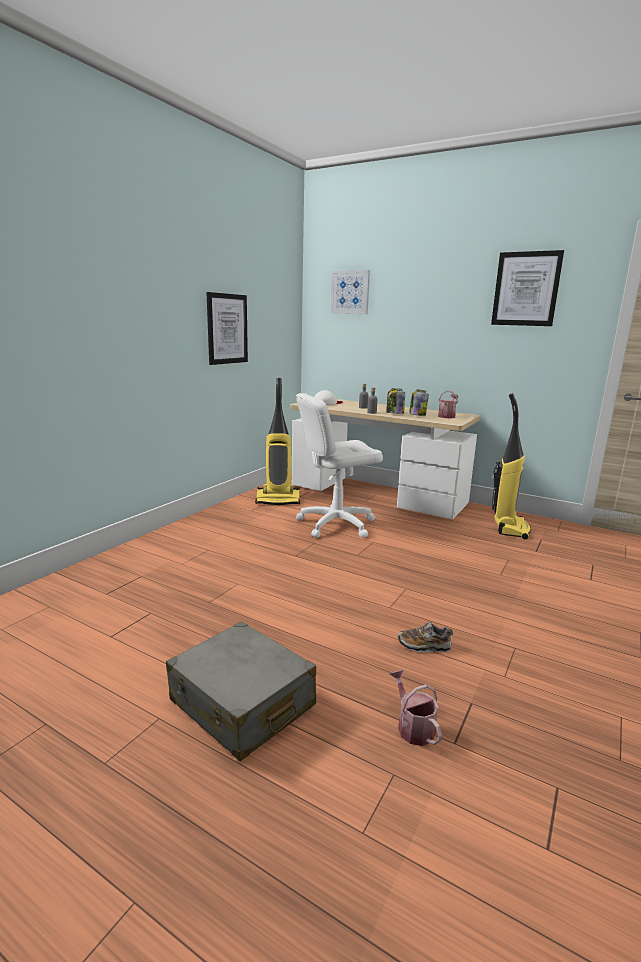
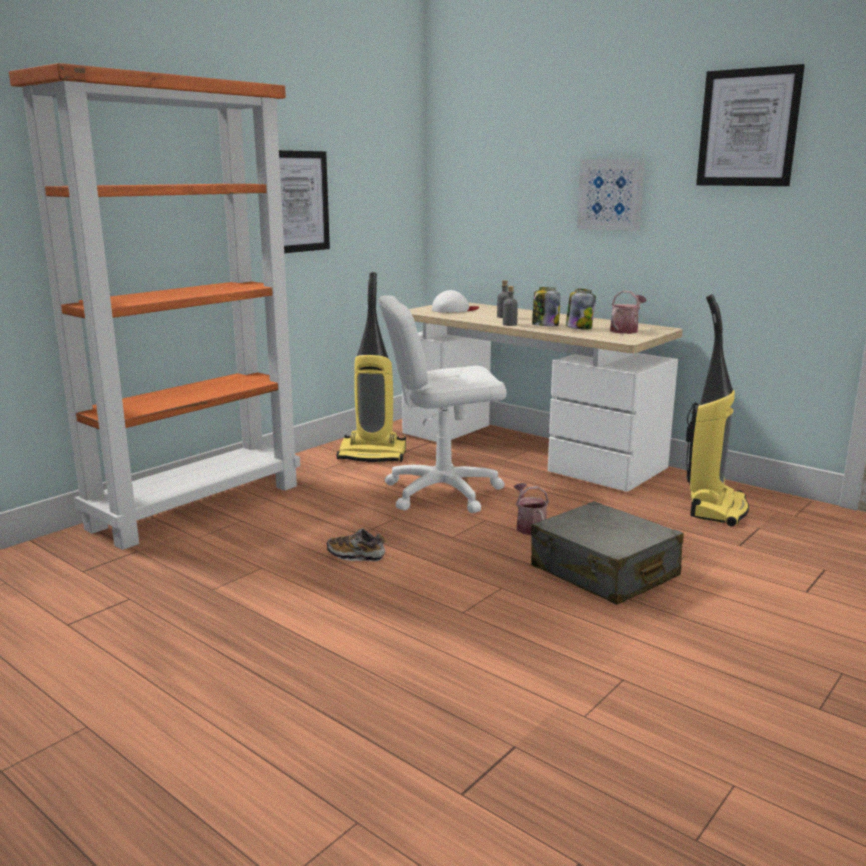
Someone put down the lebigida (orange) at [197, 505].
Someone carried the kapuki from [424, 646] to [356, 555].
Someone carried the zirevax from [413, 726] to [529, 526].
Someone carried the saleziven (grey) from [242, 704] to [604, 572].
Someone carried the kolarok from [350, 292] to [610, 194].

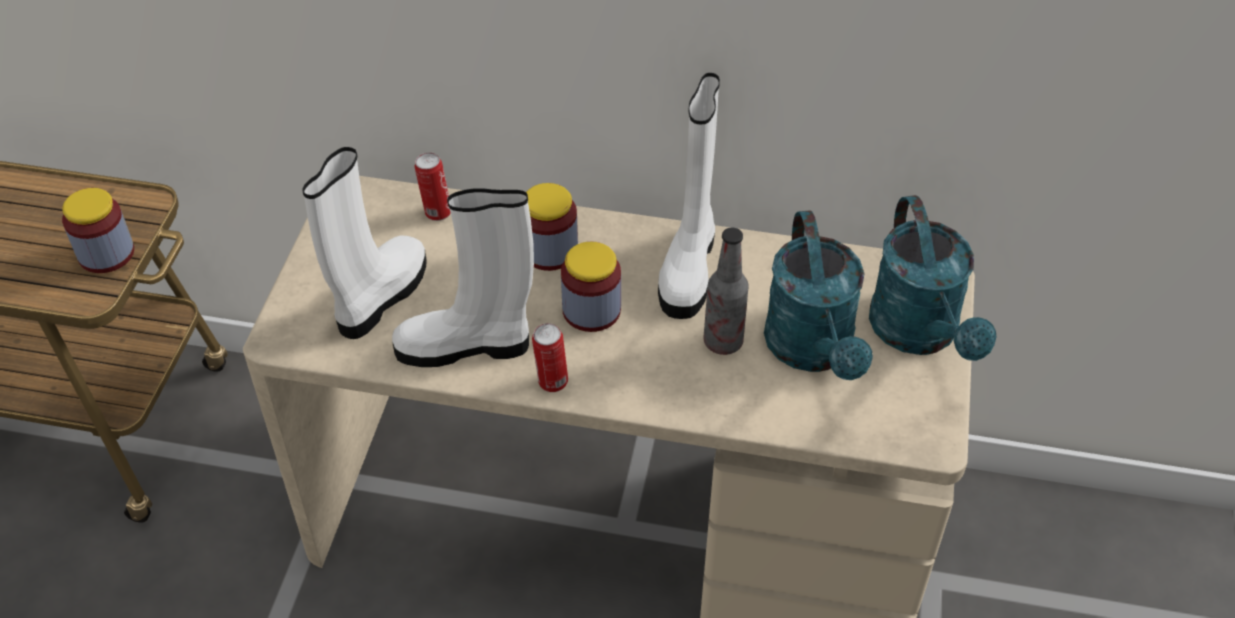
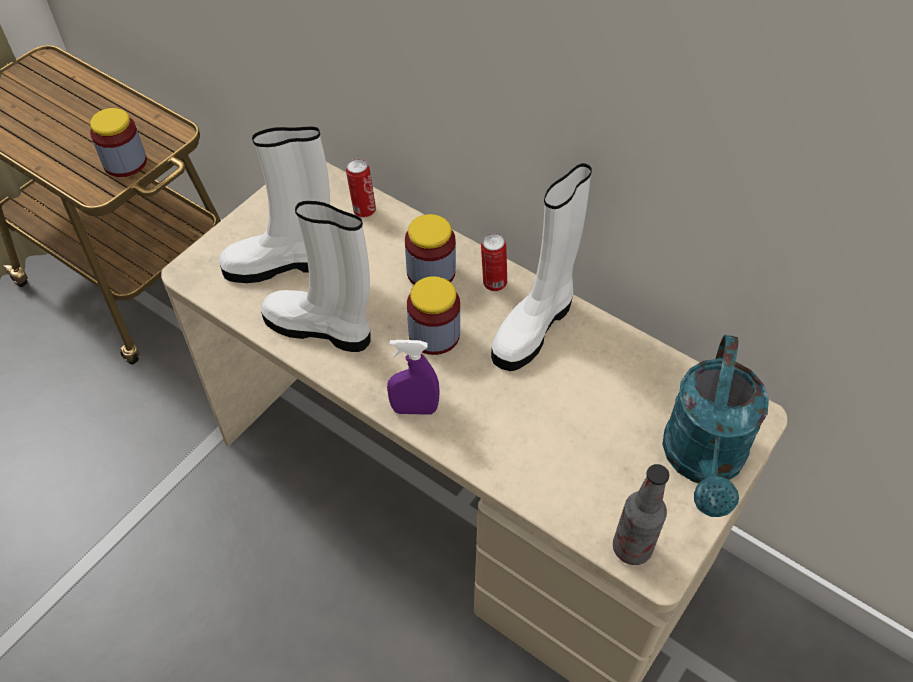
Someone rotated the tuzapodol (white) at [380, 297] by 150 degrees counterclockwise.
Someone put down the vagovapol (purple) at [414, 409].
Someone carried the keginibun from [551, 383] to [493, 283].
Someone carried the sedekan from [723, 342] to [632, 548].
Someone took away the zirevax (turquoise) at [814, 351].

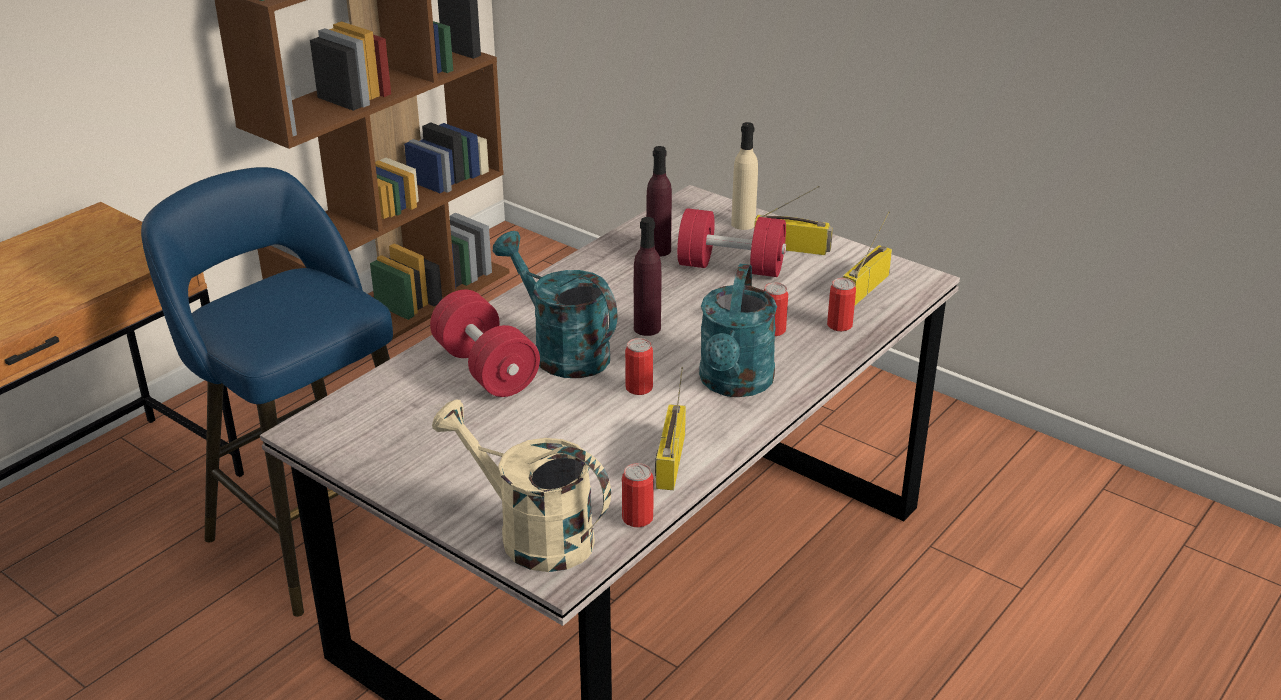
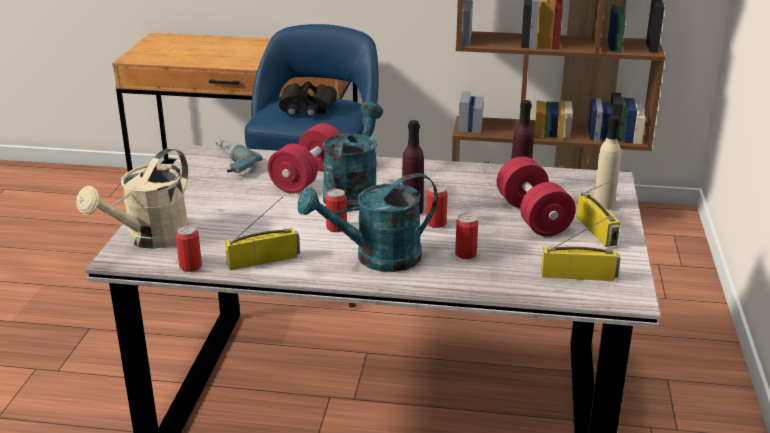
Someone rotated the zirevax (beige) at [531, 534] by 150 degrees counterclockwise.
Someone put down the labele at [227, 163].
Someone put down the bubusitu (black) at [306, 109].
Someone carried the keginibun from [839, 325] to [436, 223].

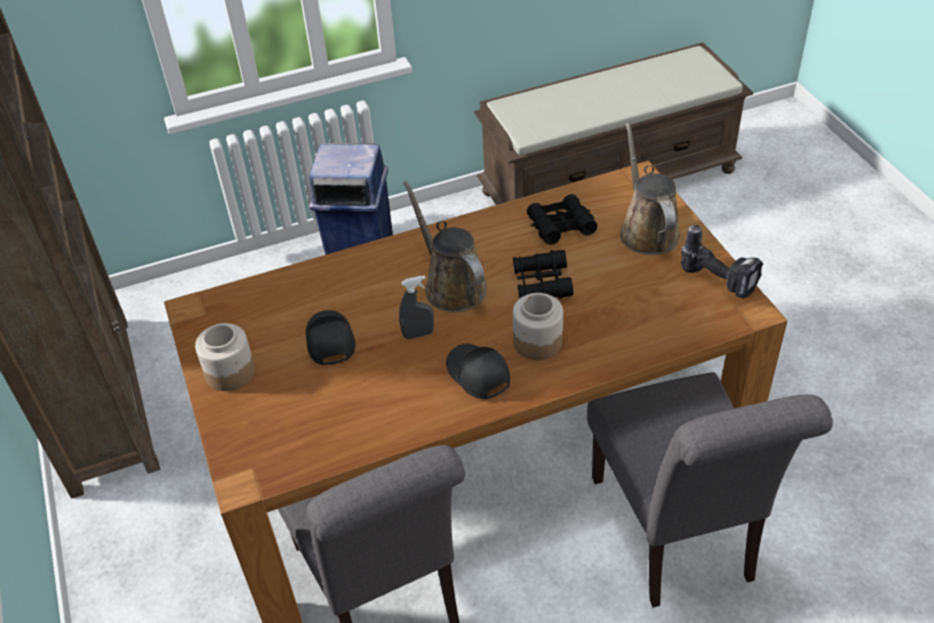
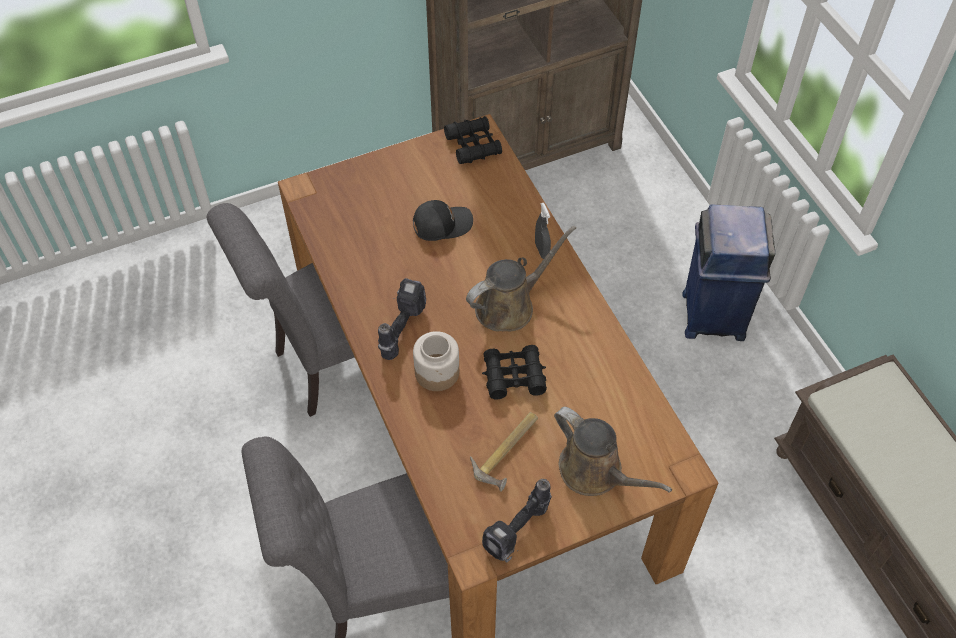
Someone swapped the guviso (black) at [477, 375] for the labele at [400, 328].
Someone carried the bubusitu (black) from [560, 226] to [473, 145].
Someone put down the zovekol at [509, 452].
Someone carried the vagovapol (grey) from [418, 334] to [542, 250].
Someone rotated the zirevax (brown) at [647, 230] by 60 degrees clockwise.
Someone took away the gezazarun at [229, 373].

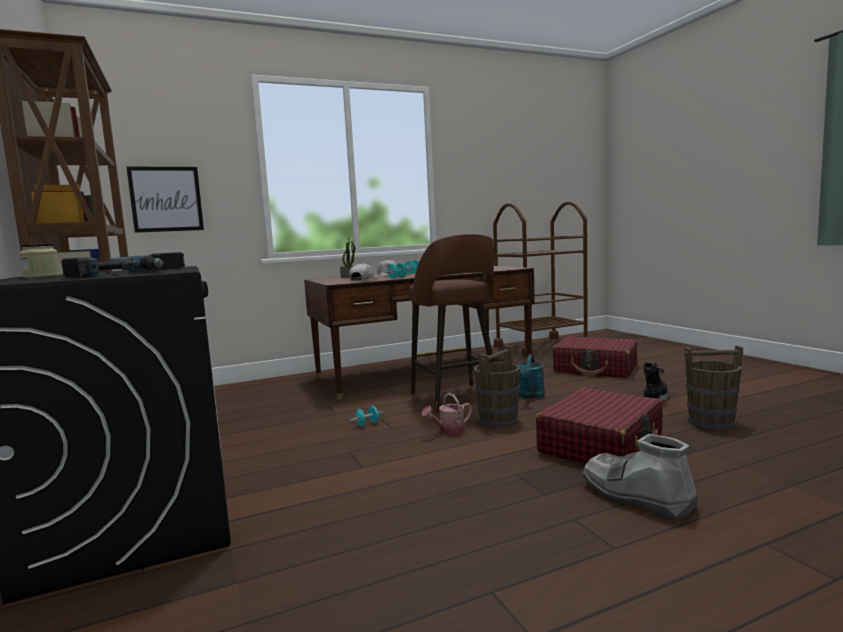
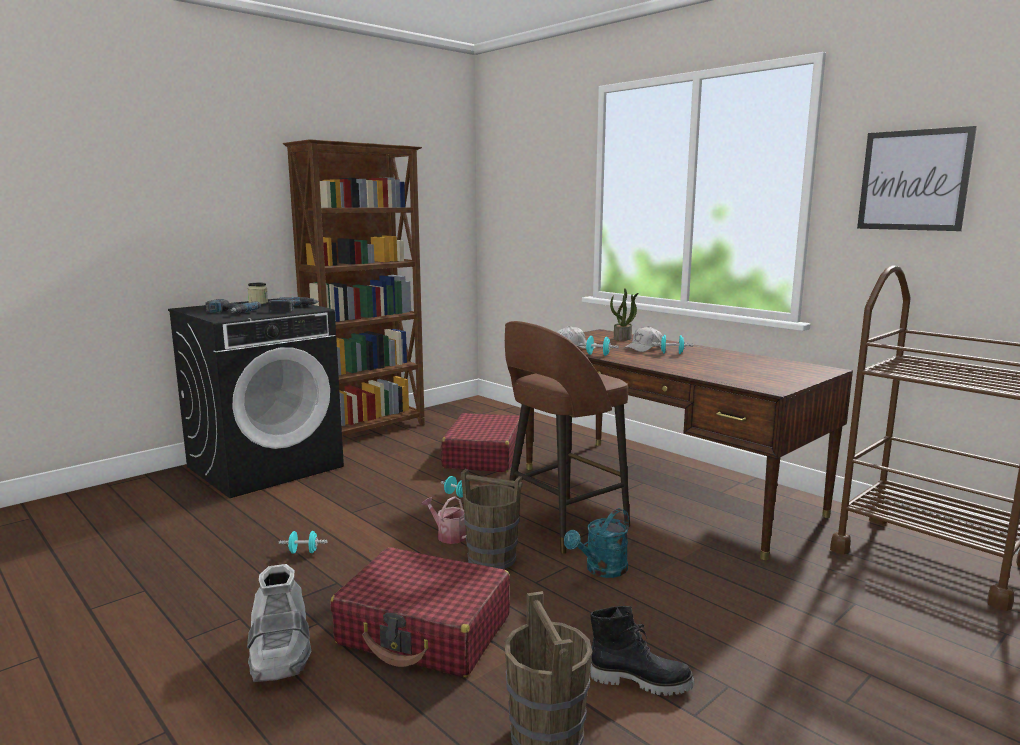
Someone rotated the tuzapodol (grey) at [636, 496] by 135 degrees clockwise.
Someone put down the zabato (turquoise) at [303, 552].
Someone carried the saleziven (red) from [595, 368] to [483, 456].
Someone rotated the zirevax (turquoise) at [529, 396] by 45 degrees counterclockwise.
Someone carried the kolarok from [166, 199] to [913, 180].

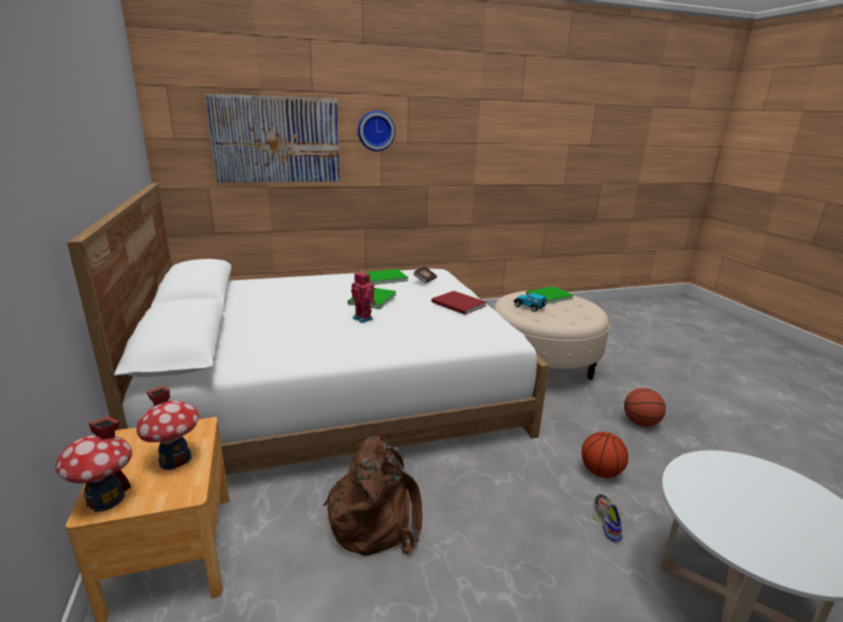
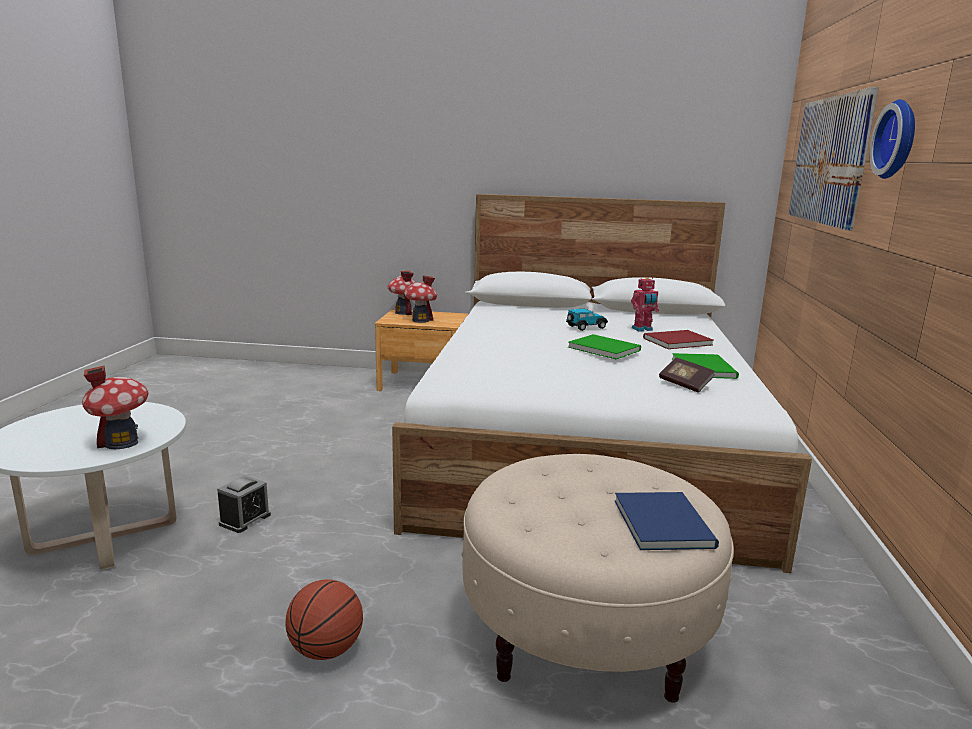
Someone put down the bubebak at [122, 442].
Someone swapped the kapuki at [607, 520] for the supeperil at [245, 519].
Someone carried the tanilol from [529, 307] to [585, 327].
Someone repainted the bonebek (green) at [547, 296], which became the bonebek (blue) at [664, 521].
Someone carried the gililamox from [363, 318] to [642, 329].
Someone carried the bonebek (red) from [459, 305] to [675, 341].
Someone took away the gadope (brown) at [376, 519].
Someone took away the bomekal at [600, 472].

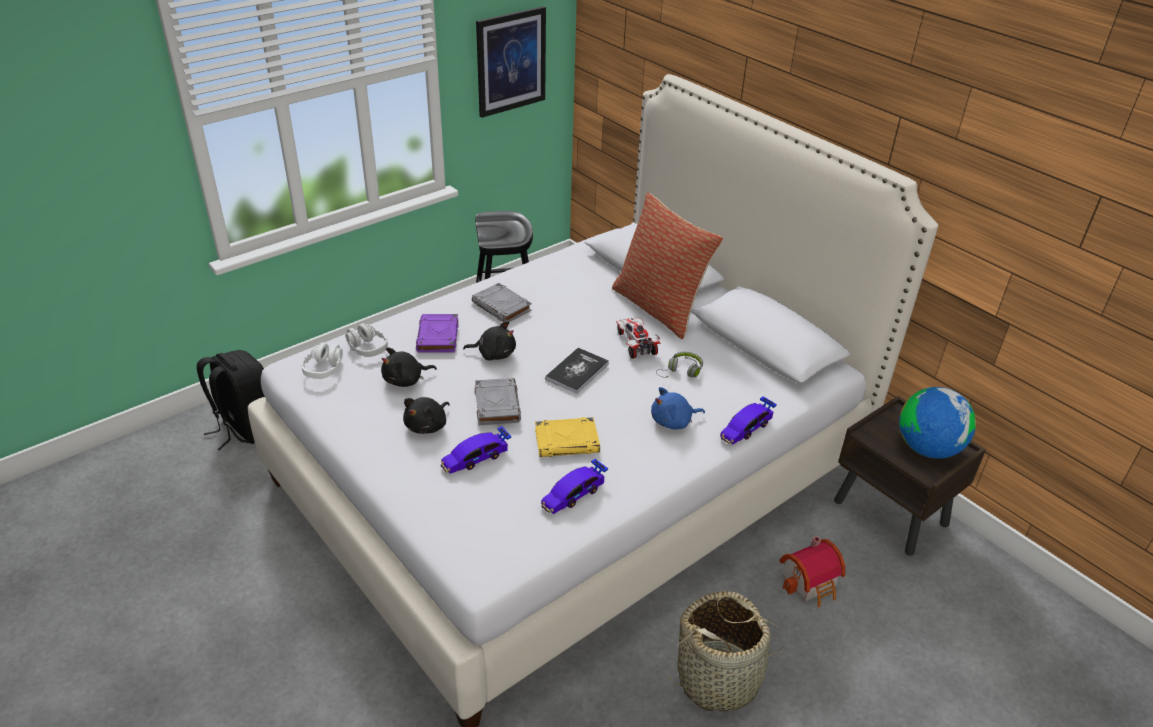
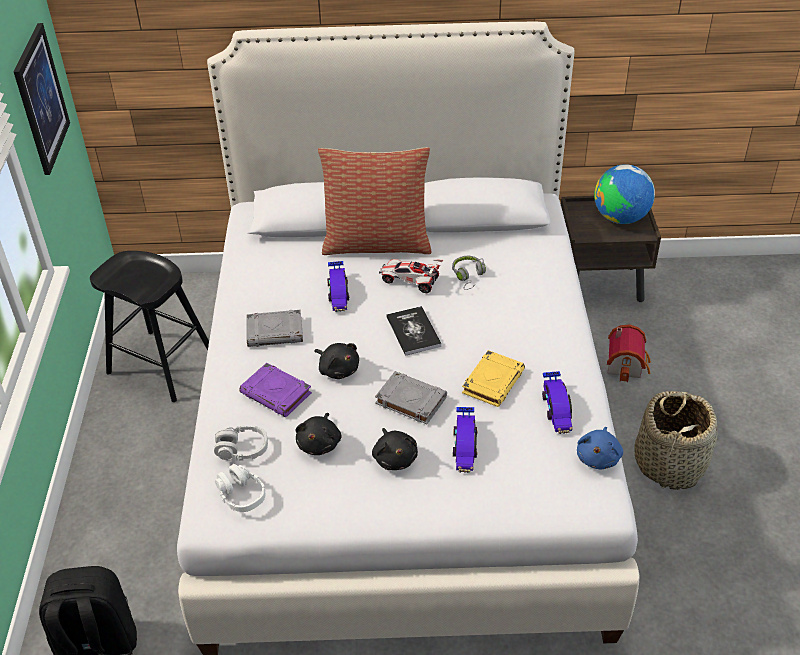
Someone rotated the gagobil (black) at [494, 353] by 90 degrees clockwise.
Someone carried the tanilol from [746, 428] to [338, 293].
Someone carried the gagobil (blue) from [673, 422] to [598, 457].

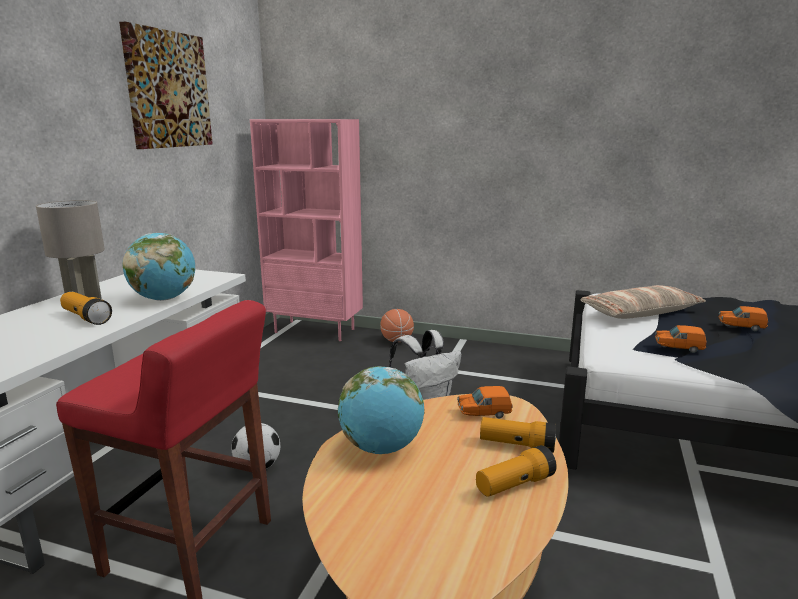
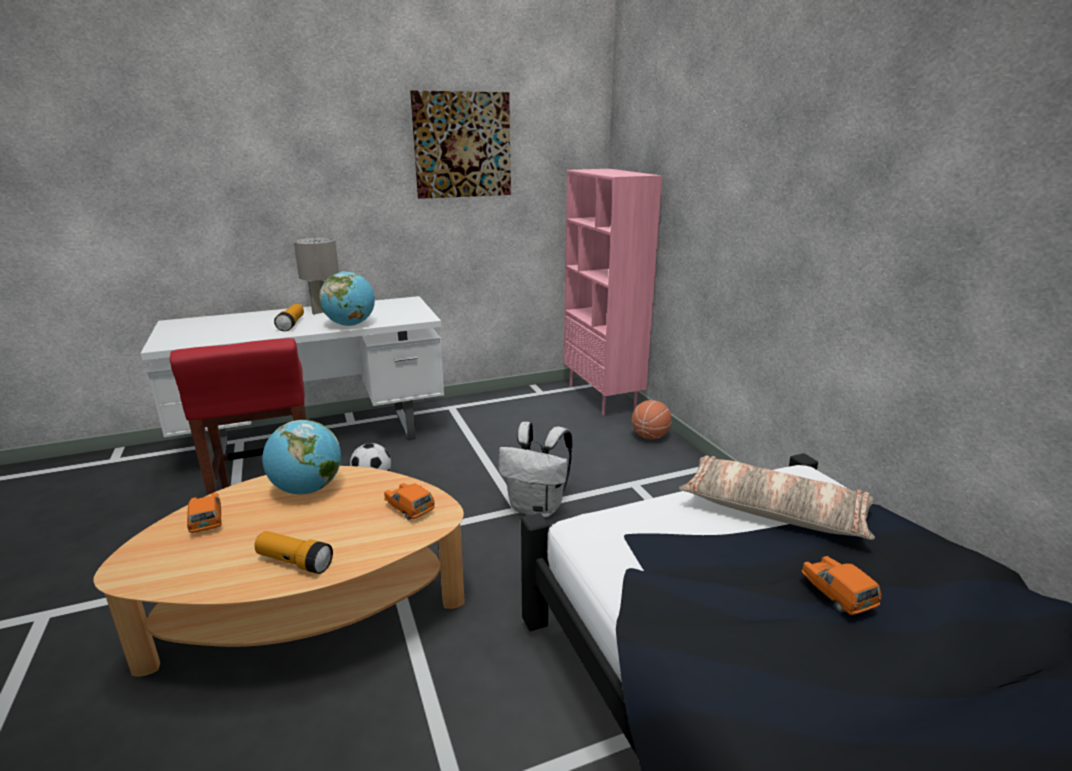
Someone carried the tanilol (orange) from [678, 348] to [207, 521].
Someone took away the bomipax at [517, 445].

